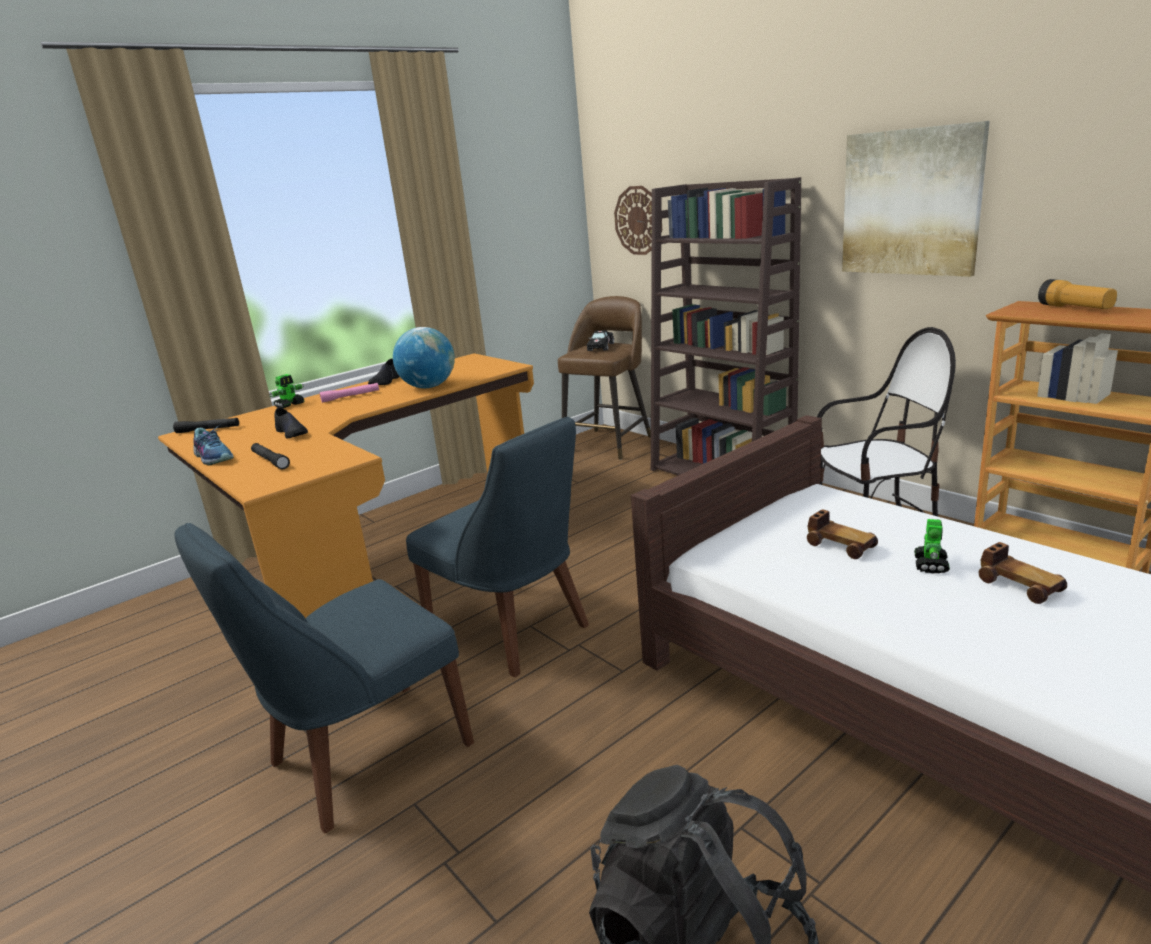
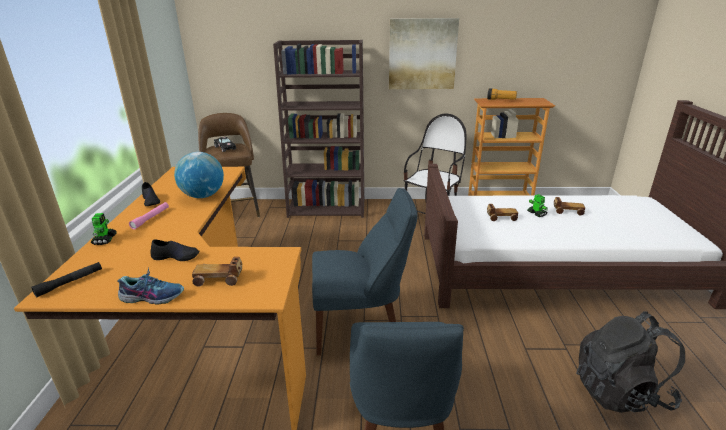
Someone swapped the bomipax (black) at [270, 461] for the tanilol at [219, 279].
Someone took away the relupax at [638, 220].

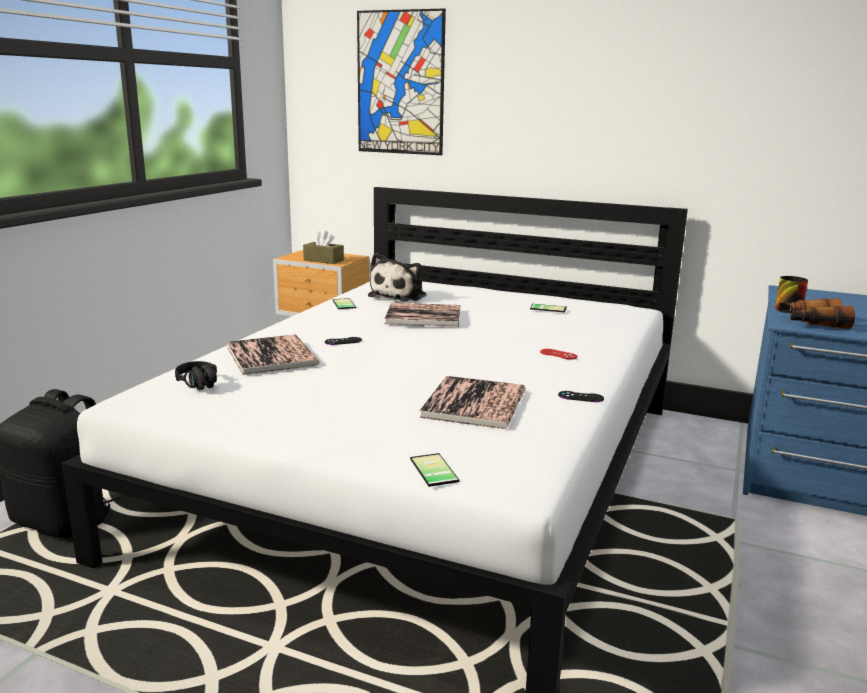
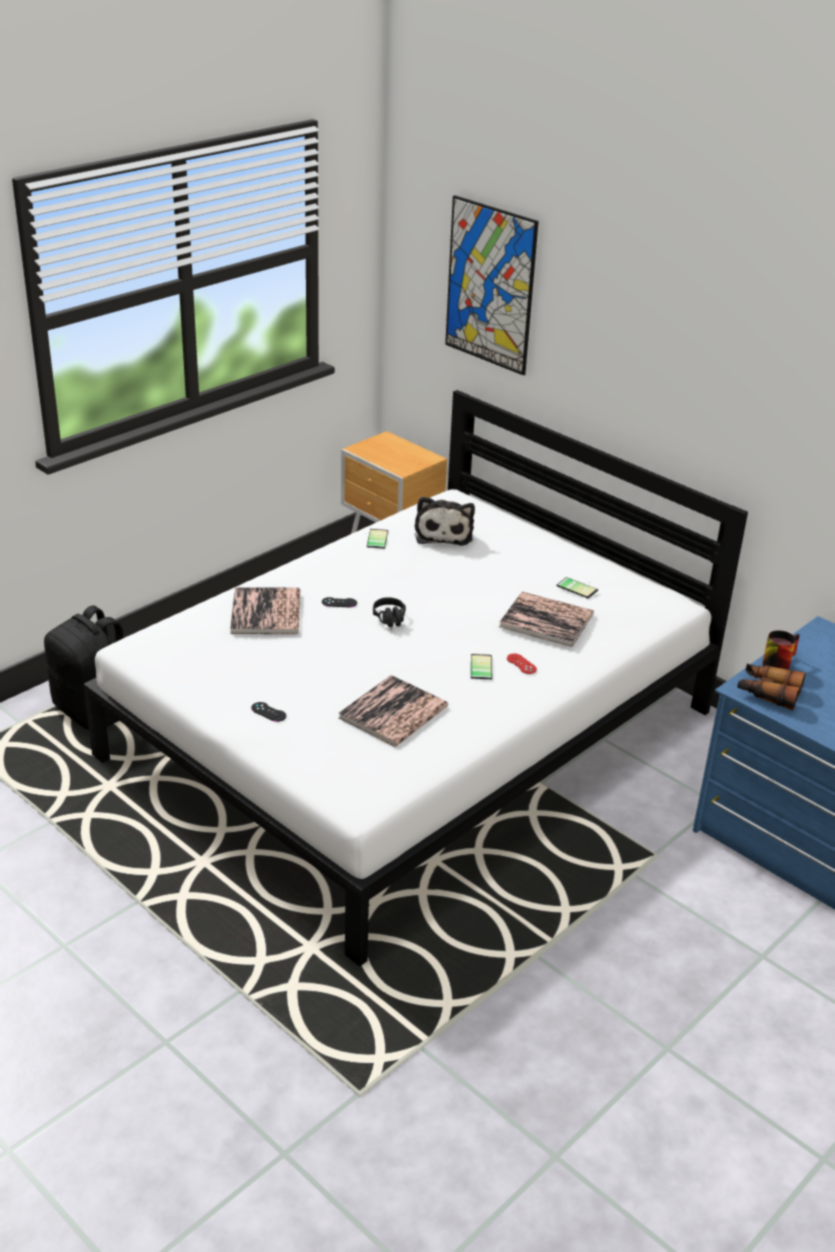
Someone carried the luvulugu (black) from [580, 397] to [268, 712].
Someone carried the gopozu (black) from [201, 386] to [391, 621].
Someone rotated the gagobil at [400, 295] by 45 degrees counterclockwise.
Someone carried the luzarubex from [430, 470] to [479, 667].
Someone carried the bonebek from [423, 316] to [546, 620].
Someone took away the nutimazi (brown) at [323, 260].

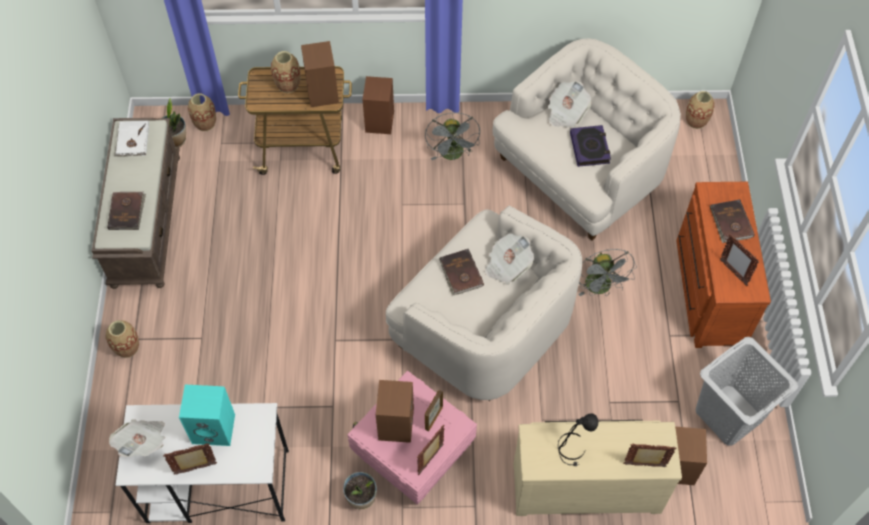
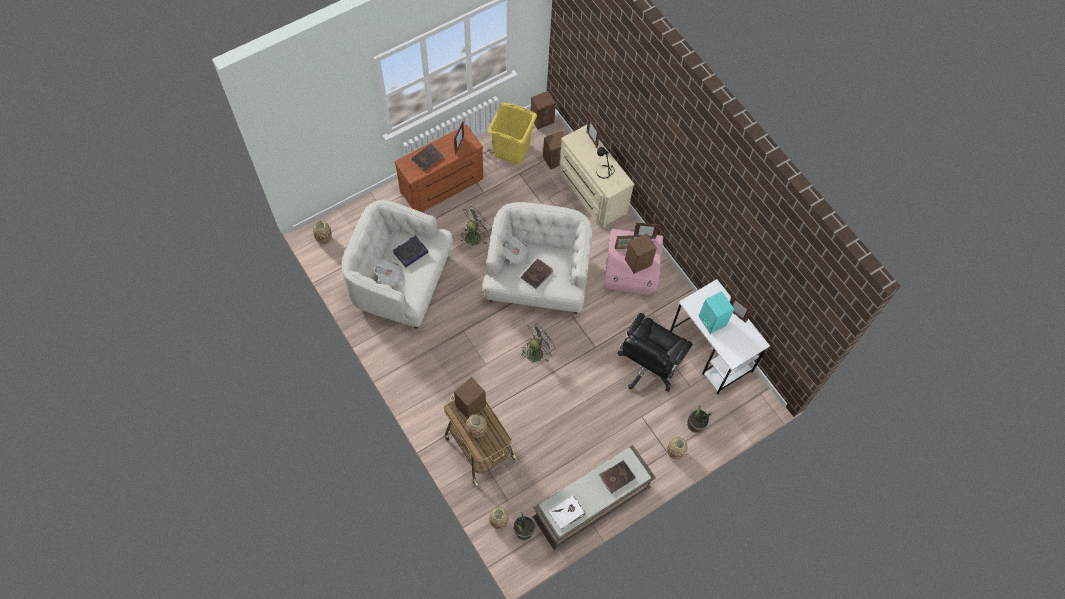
Someone repainted the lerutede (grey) at [728, 415], which became the lerutede (yellow) at [512, 150].
Someone carried the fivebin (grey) from [453, 155] to [537, 351].
Someone carried the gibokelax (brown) from [380, 122] to [542, 119].
Someone put down the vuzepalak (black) at [648, 366].
Someone carried the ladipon from [361, 498] to [695, 425].
Someone took away the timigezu at [143, 442].

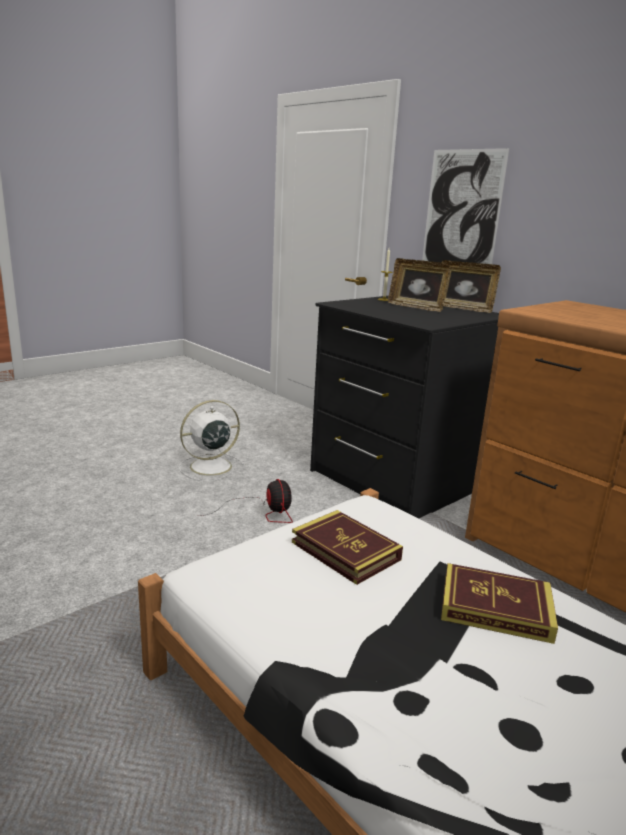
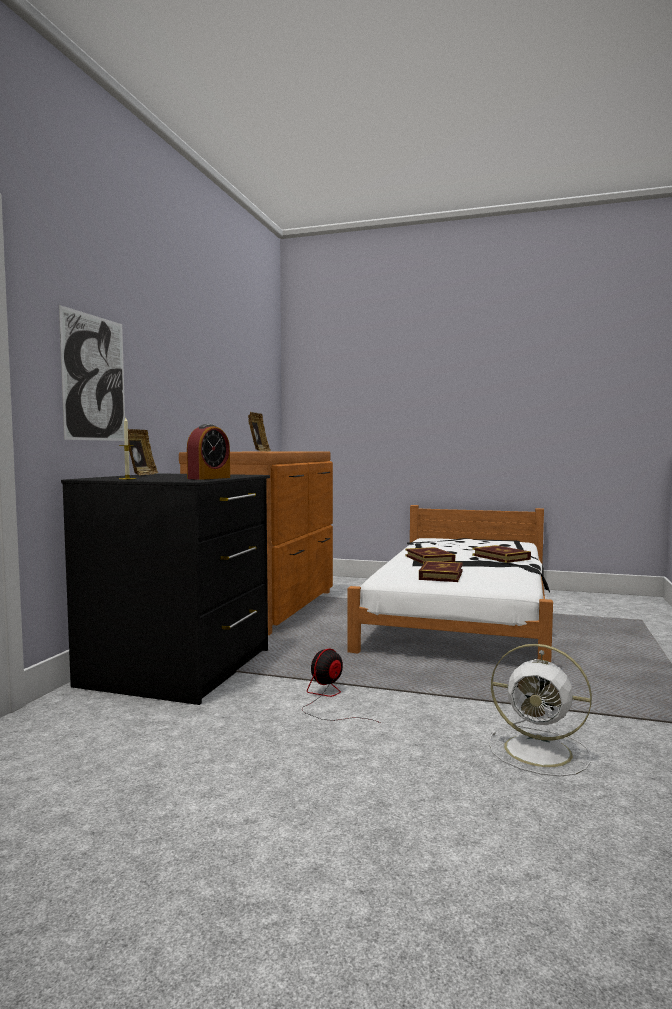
Someone put down the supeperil at [209, 478].
Someone carried the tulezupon from [416, 307] to [259, 451].
Someone put down the bonebek at [501, 557].
Someone carried the fivebin (white) from [209, 467] to [541, 751].

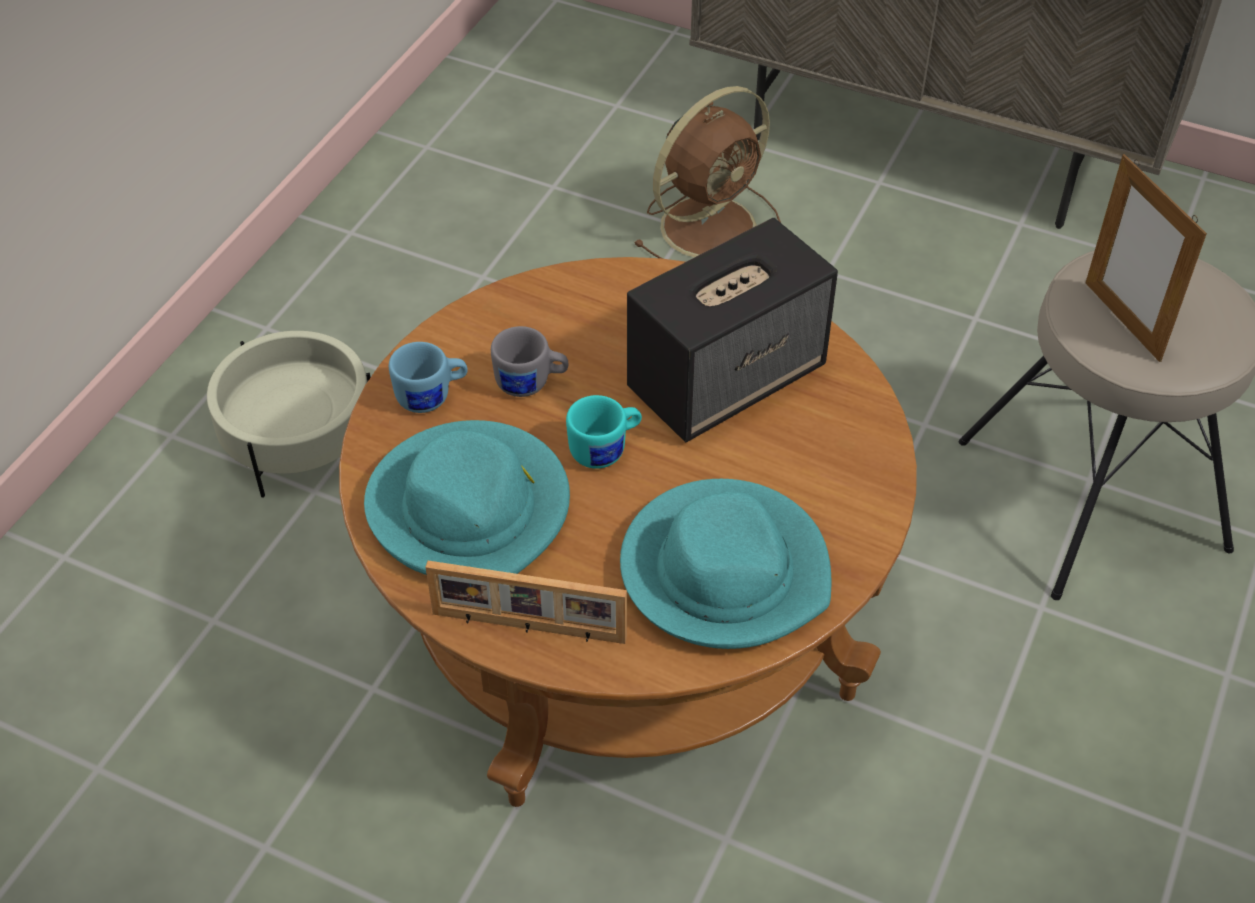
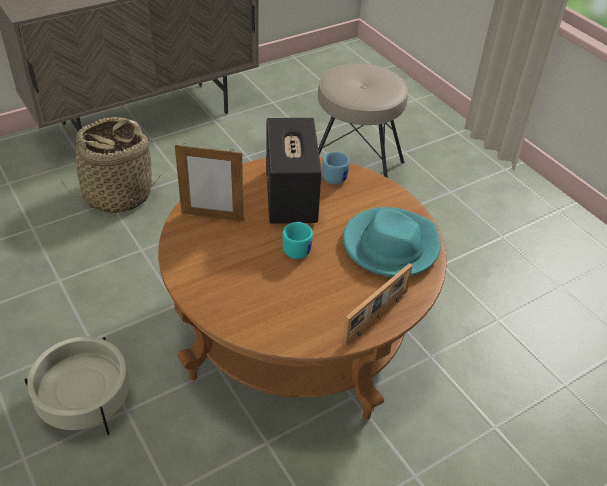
Someone swapped the fivebin (brown) at [712, 225] for the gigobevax at [118, 194].
Someone carried the tulezupon from [1122, 321] to [212, 217].
Someone carried the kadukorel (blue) from [432, 396] to [335, 176].
Someone took away the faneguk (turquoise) at [471, 507].
Someone took away the kadukorel (grey) at [531, 383].

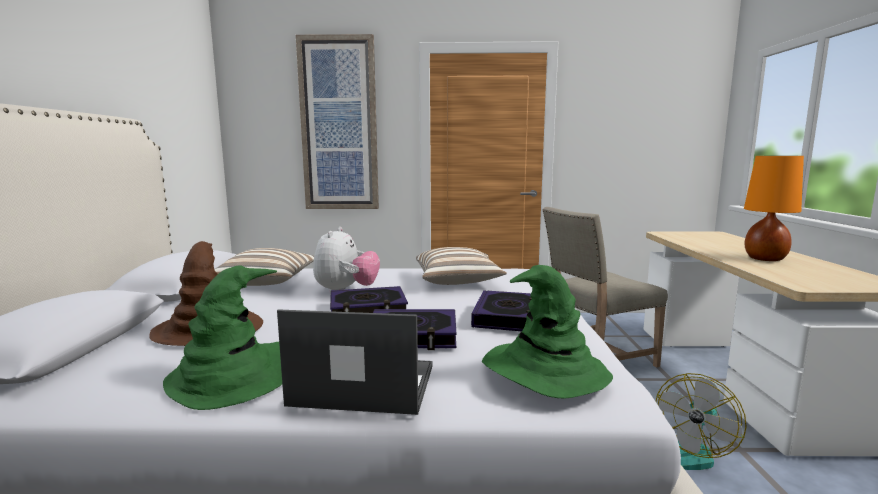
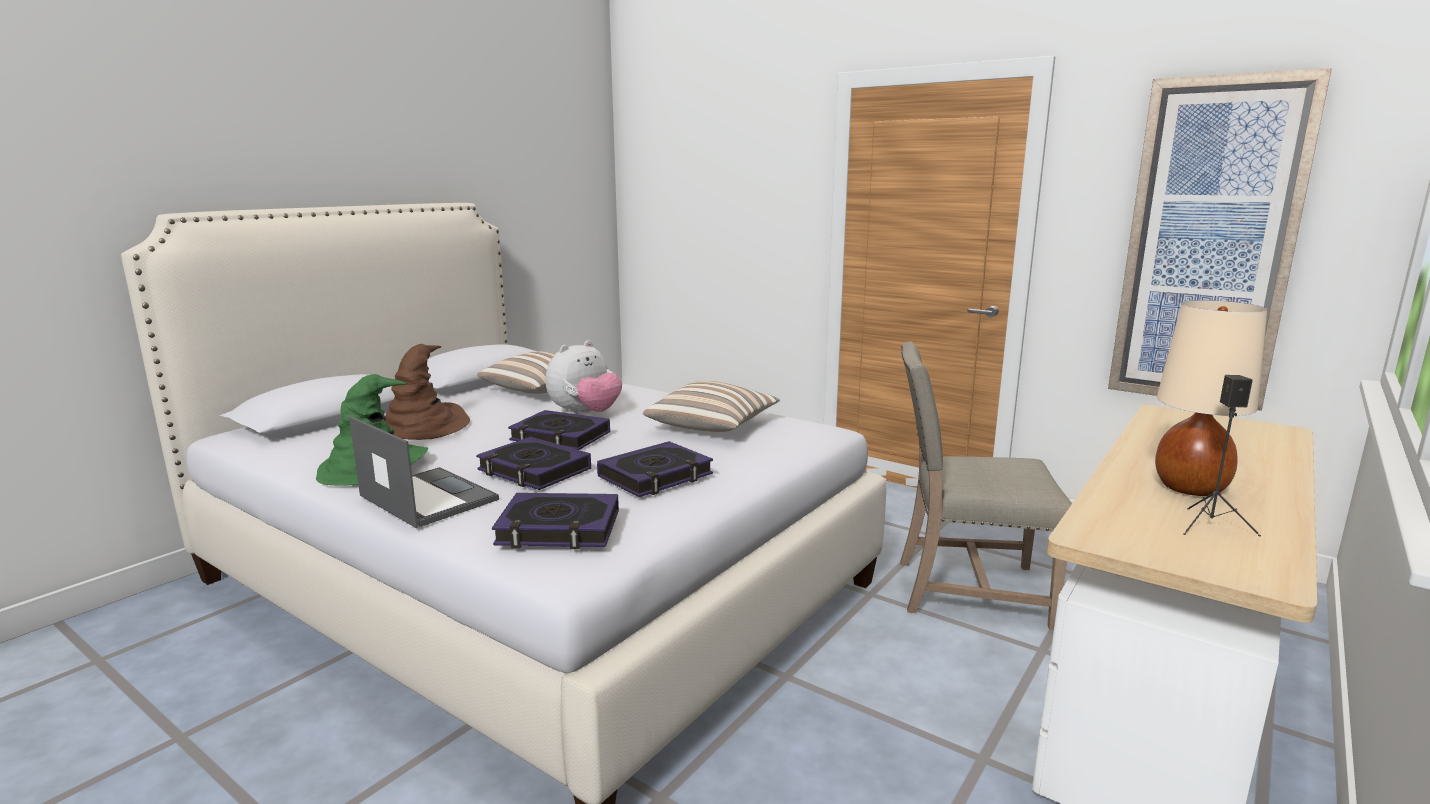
Someone swapped the faneguk (green) at [543, 371] for the bonebek at [559, 529].
Someone carried the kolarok from [339, 125] to [1208, 245].
Someone repainted the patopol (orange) at [765, 259], which became the patopol (beige) at [1191, 488].
Someone put down the gibokelax (black) at [1211, 526].
Someone took away the fivebin at [688, 452].

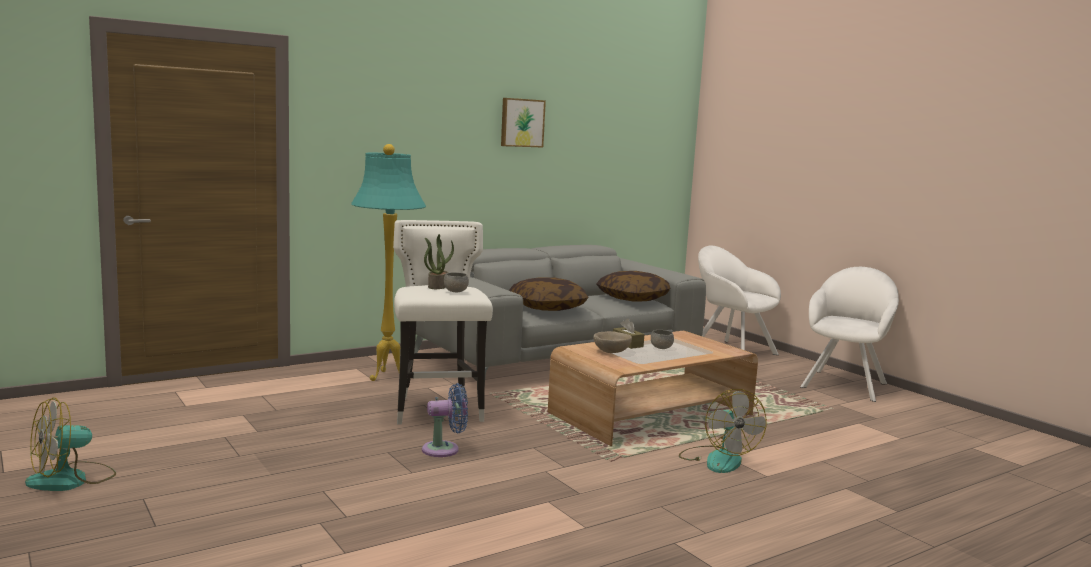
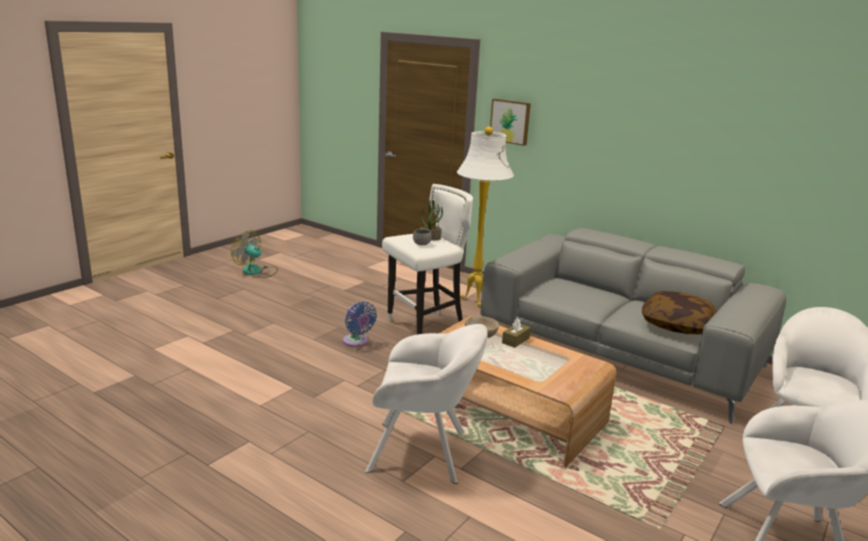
Someone swapped the fivebin at [718, 459] for the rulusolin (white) at [424, 452].
Someone repainted the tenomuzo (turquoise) at [385, 376], which became the tenomuzo (white) at [475, 300].
Someone carried the kolarok from [521, 122] to [510, 121].
Someone took away the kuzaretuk at [548, 307].
Someone took away the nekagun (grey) at [661, 348].

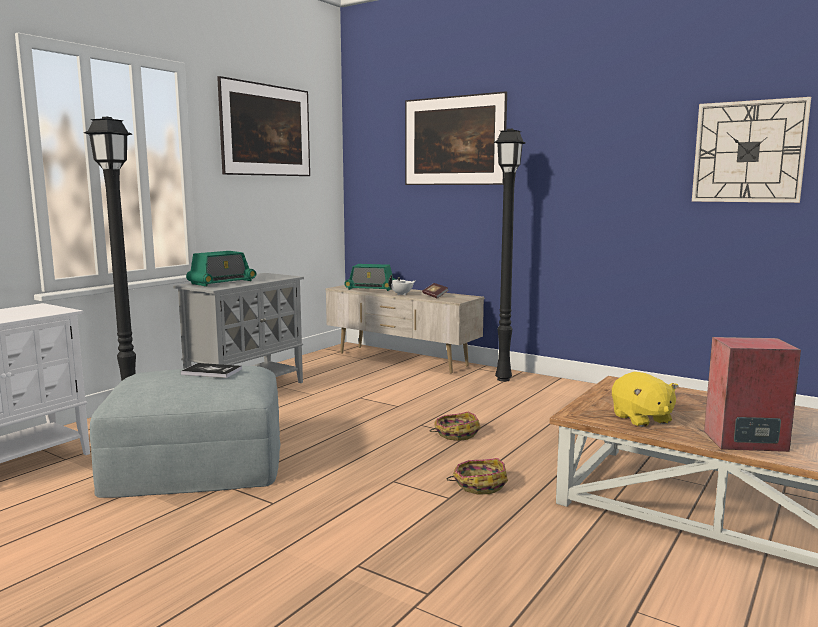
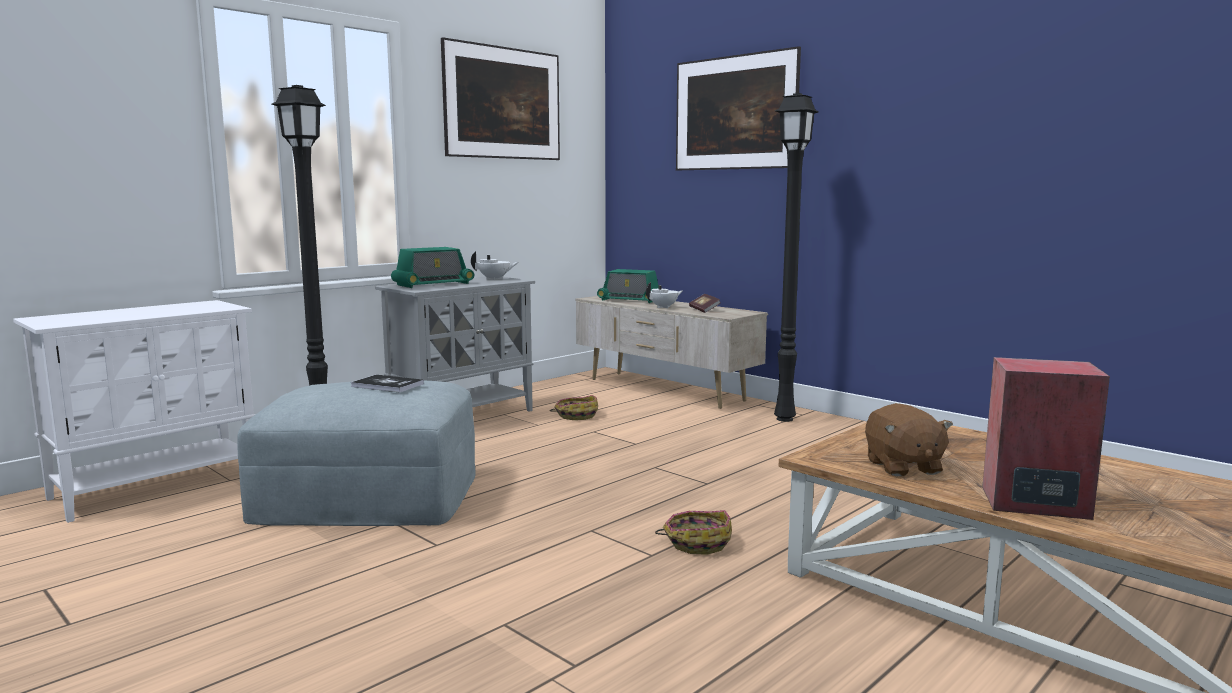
Someone put down the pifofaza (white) at [494, 279].
Someone carried the gigobevax from [455, 434] to [576, 415].
Someone repainted the gagobil (yellow) at [641, 419], which became the gagobil (brown) at [902, 467].
Someone took away the relupax at [748, 152].

